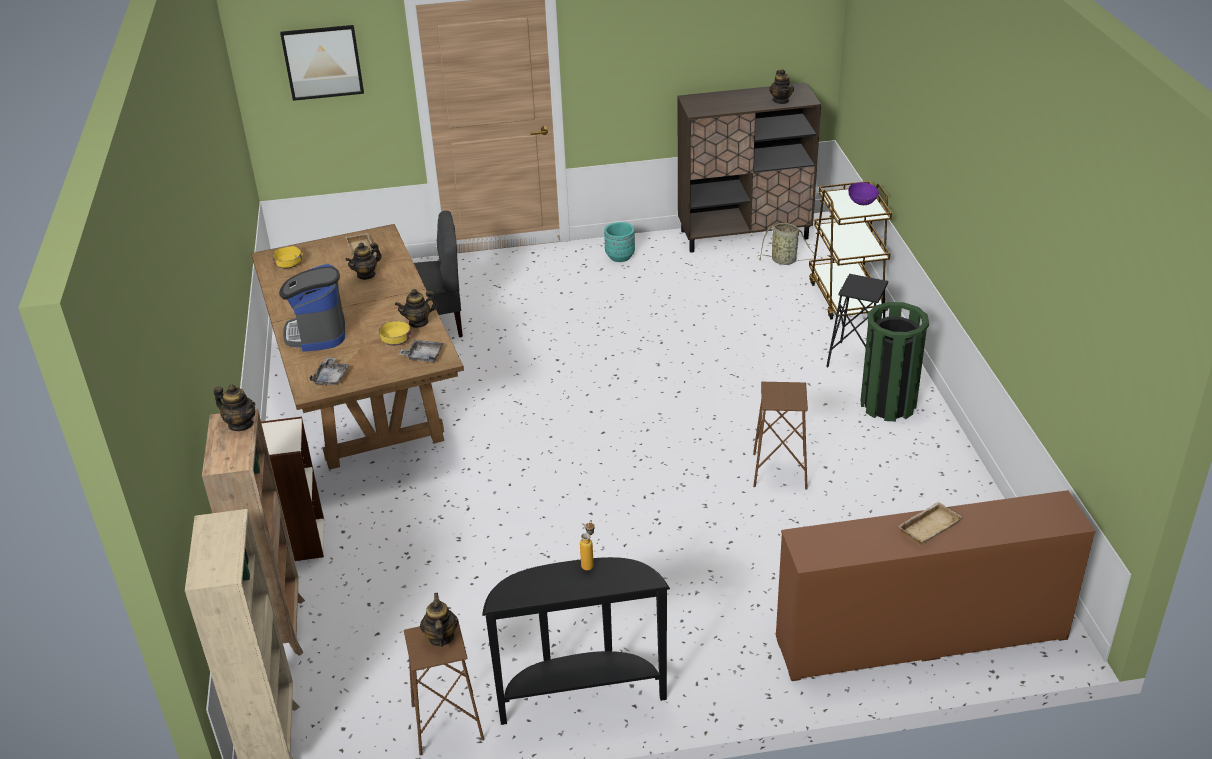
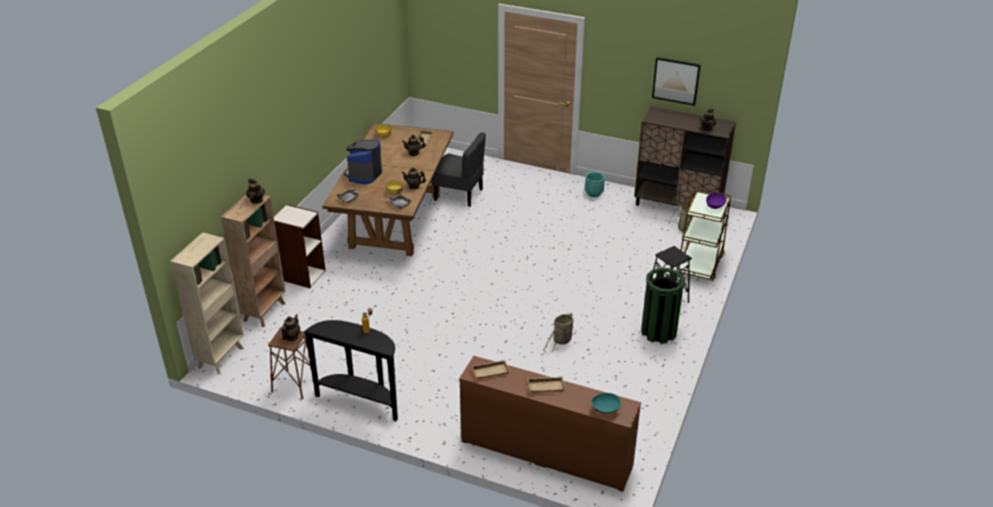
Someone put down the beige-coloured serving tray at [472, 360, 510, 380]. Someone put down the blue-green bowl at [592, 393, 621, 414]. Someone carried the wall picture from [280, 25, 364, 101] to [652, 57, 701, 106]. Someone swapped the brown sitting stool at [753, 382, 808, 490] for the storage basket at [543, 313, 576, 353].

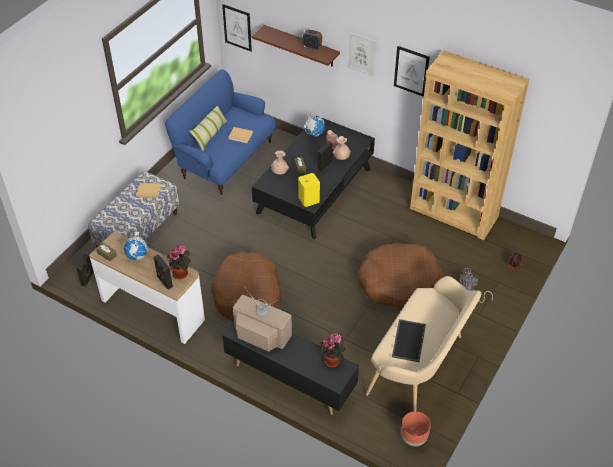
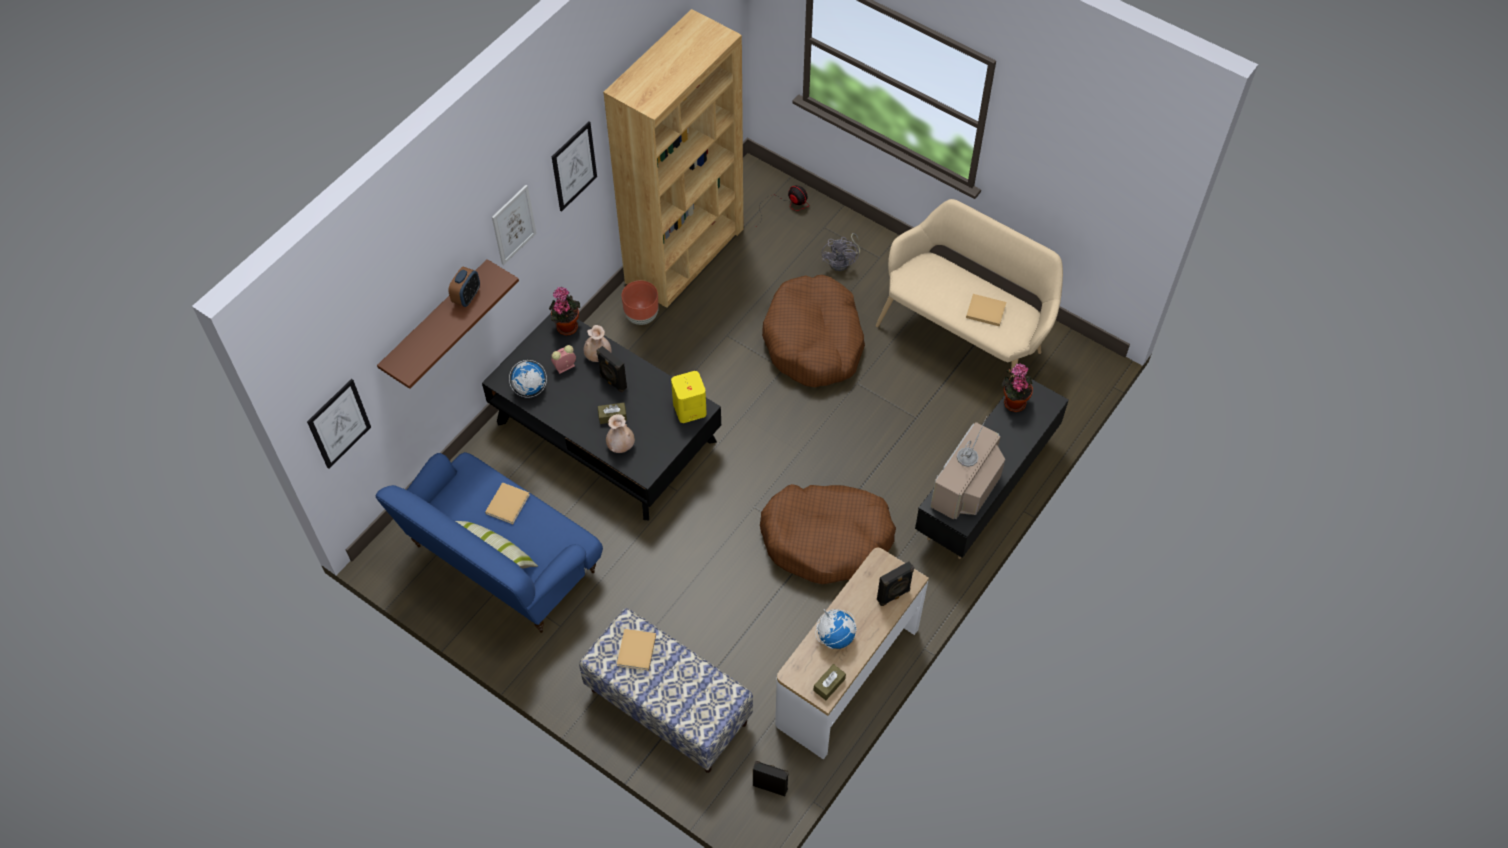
Someone carried the potted plant from [167, 245, 191, 279] to [549, 287, 580, 336]. Someone carried the brown flower pot from [401, 411, 431, 446] to [622, 280, 659, 325]. Someone swapped the serving tray at [392, 319, 426, 362] for the beige-coloured bound book at [966, 294, 1006, 327].

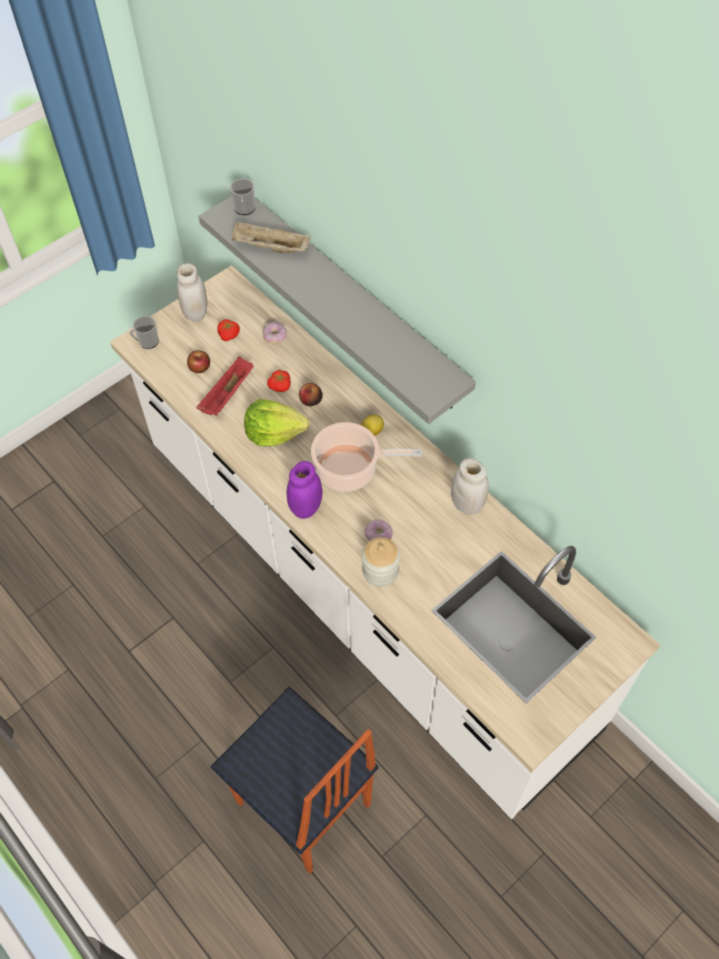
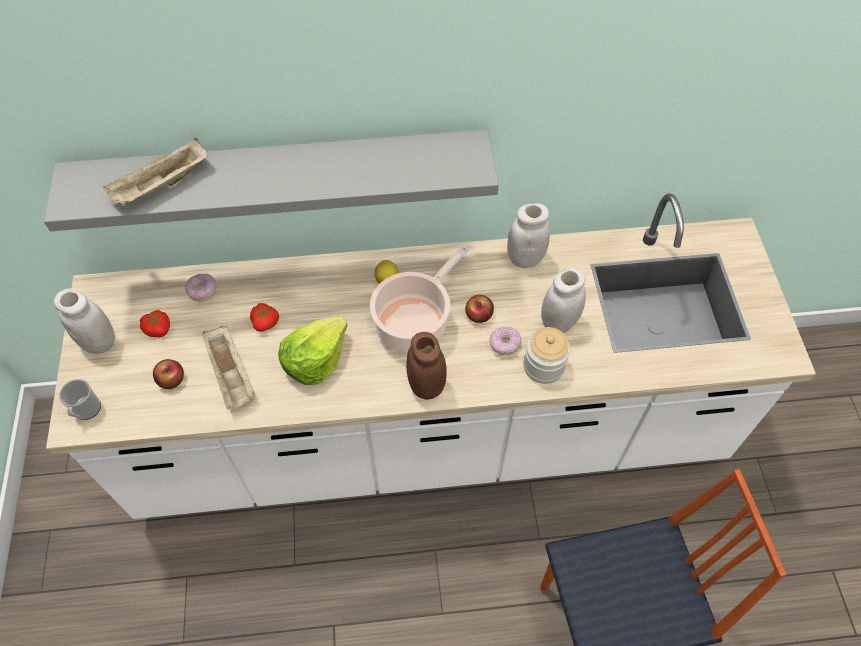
Someone took away the mug at [230, 178, 256, 215]. Someone put down the whitish jar at [541, 267, 586, 333]. Someone carried the whole apple from [299, 383, 323, 406] to [465, 295, 494, 323]. Someone repainted the red-coloured serving tray at [196, 357, 254, 416], which became the beige-coloured serving tray at [202, 326, 255, 410]. Someone repainted the purple jar at [287, 461, 322, 519], which became the brown jar at [406, 332, 447, 400].

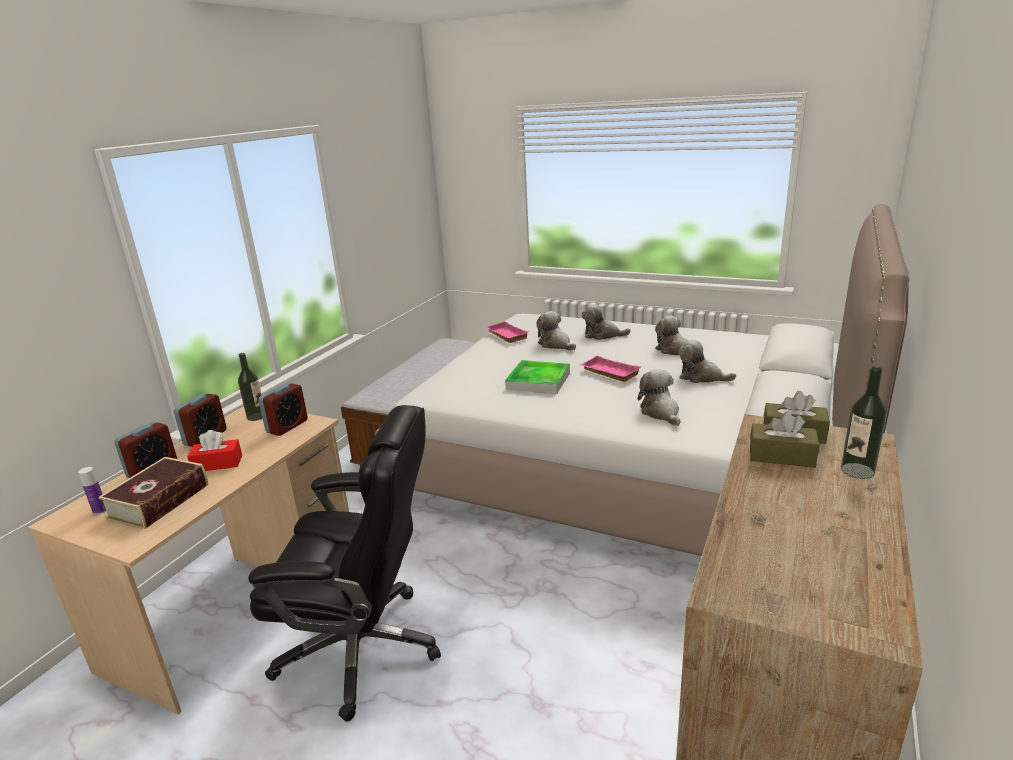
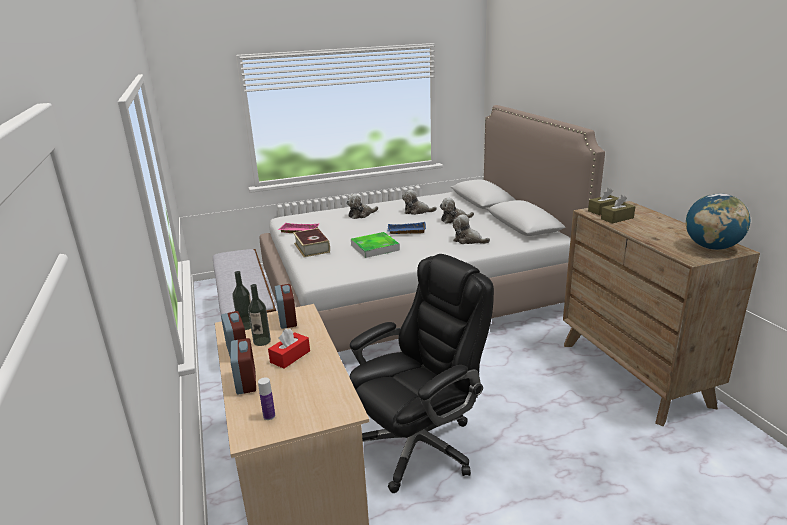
Someone took away the soft toy at [536, 311, 576, 351]. Someone put down the globe at [686, 193, 750, 250]. Someone carried the bound book from [98, 457, 208, 529] to [293, 228, 330, 257]. Someone carried the bottle from [841, 366, 887, 479] to [248, 284, 271, 346]. Someone repainted the pinkish serving tray at [580, 355, 642, 382], which became the blue serving tray at [388, 222, 426, 234].

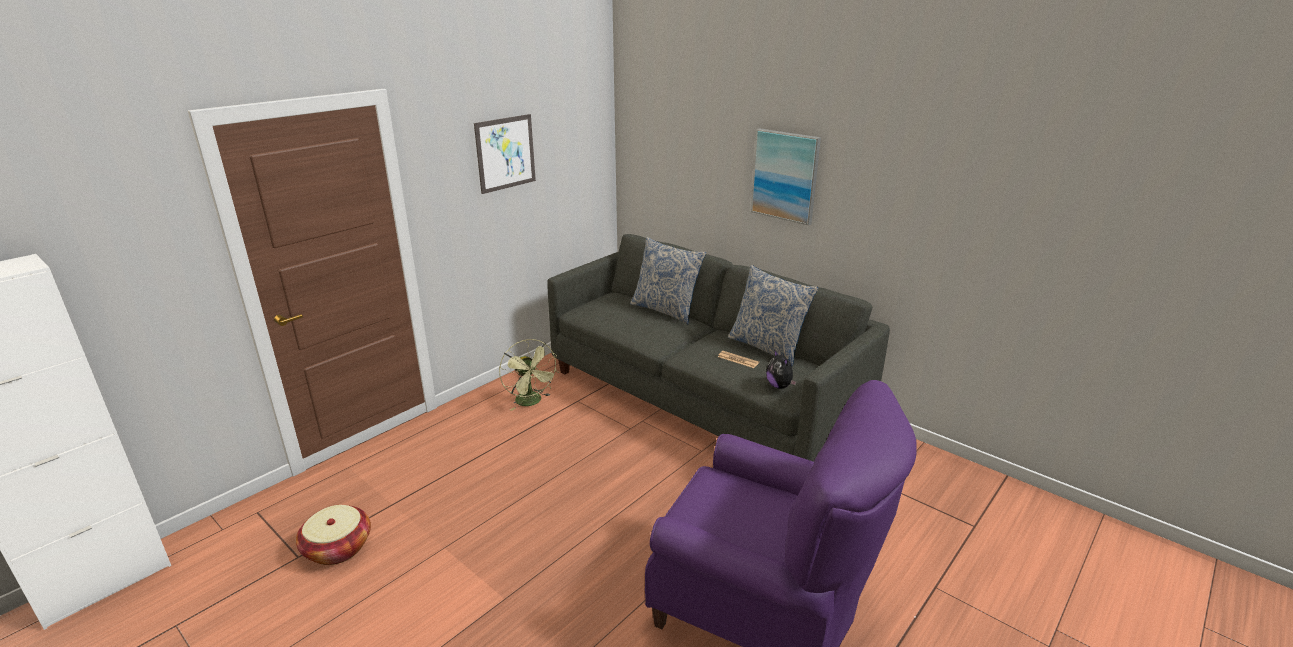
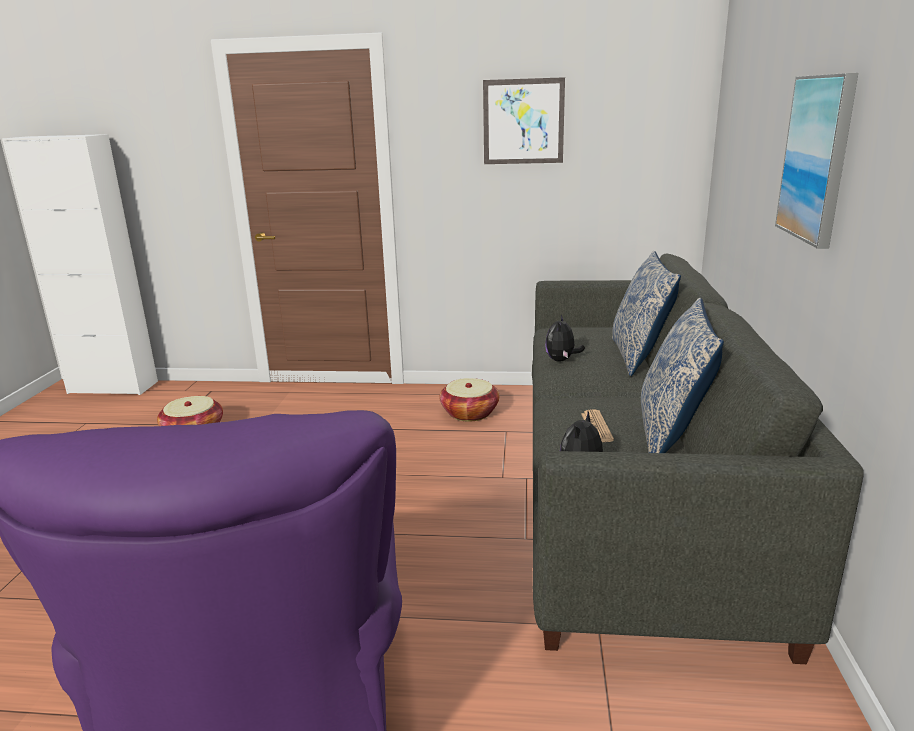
Someone put down the soft toy at [545, 315, 585, 362]. Someone swapped the green electric fan at [499, 339, 559, 411] for the storage basket at [439, 378, 499, 422].

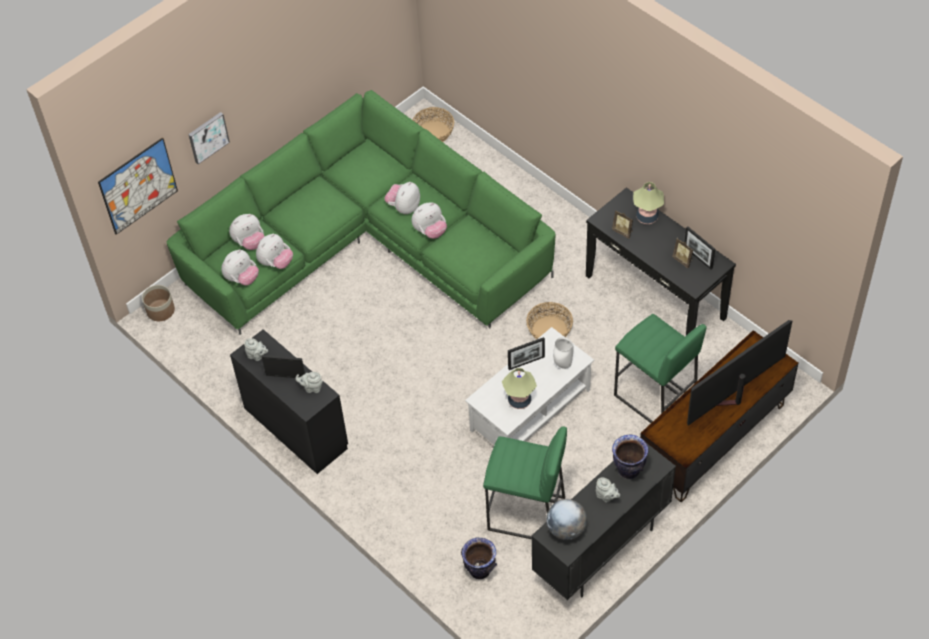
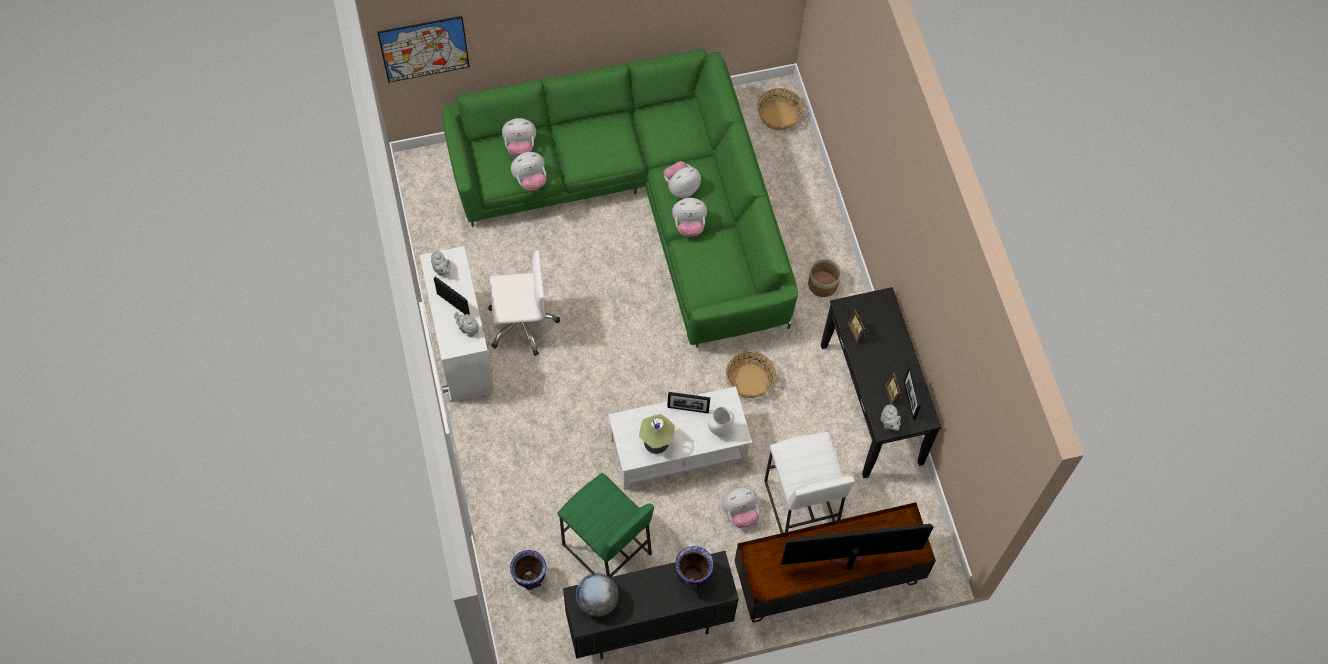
Someone took away the wall picture at [188, 112, 230, 164]. Someone took away the table lamp at [633, 182, 664, 224]. Someone put down the whitish computer chair at [488, 250, 560, 356]. Someone carried the flower pot from [142, 285, 175, 321] to [808, 259, 841, 297]. Someone carried the soft toy from [221, 249, 259, 285] to [722, 488, 759, 528]. Someone carried the gray tea pot from [596, 477, 620, 503] to [881, 405, 901, 431]. Someone repainted the blackish desk at [230, 329, 348, 474], which became the whitish desk at [420, 246, 494, 402]. Someone repainted the green sitting stool at [614, 314, 707, 423], which became the whitish sitting stool at [764, 432, 855, 533].

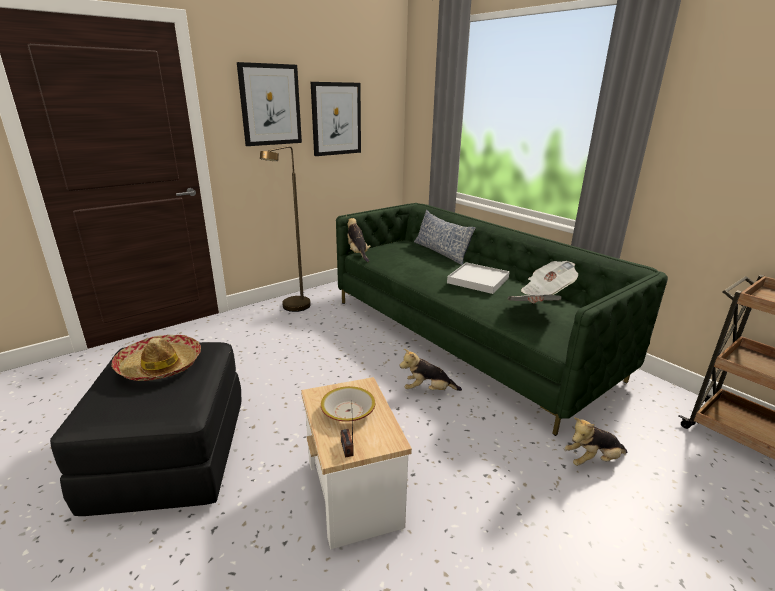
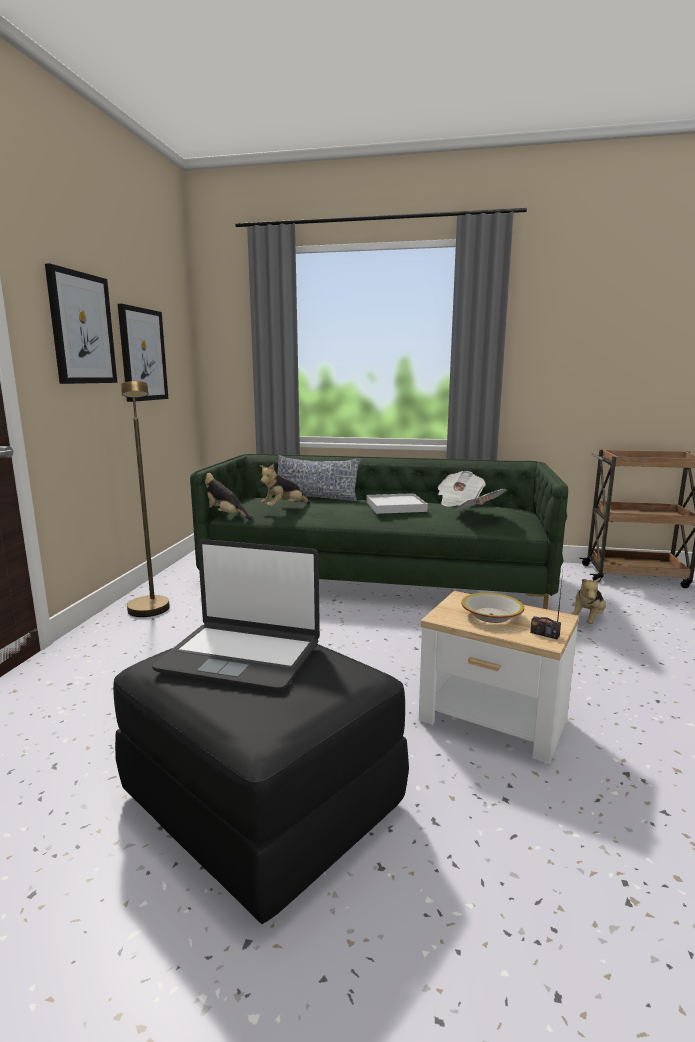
Someone carried the soft toy from [399, 349, 462, 391] to [259, 464, 310, 507]. Someone swapped the clothing hat at [111, 335, 201, 381] for the notebook computer at [152, 539, 320, 691].

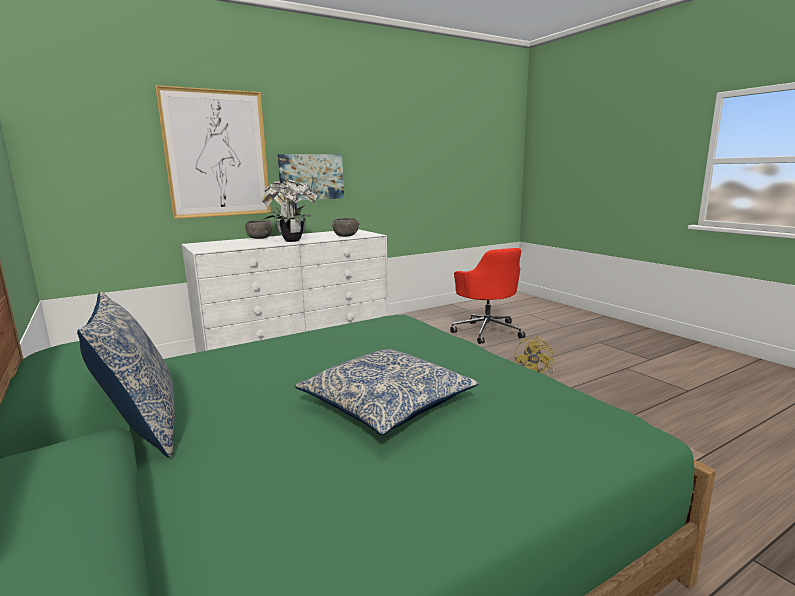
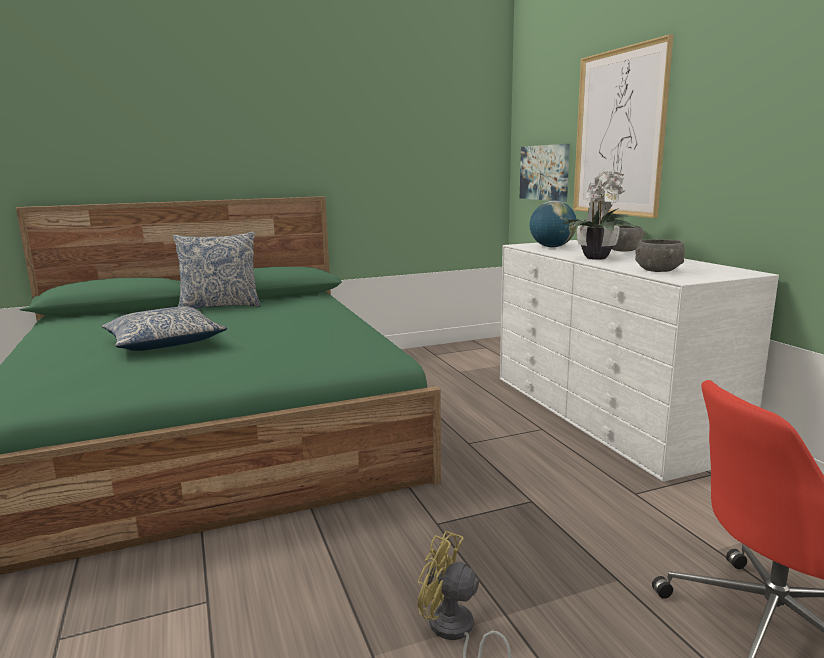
Someone put down the globe at [530, 201, 577, 247]. Someone carried the wall picture from [278, 154, 344, 200] to [520, 144, 570, 202].

